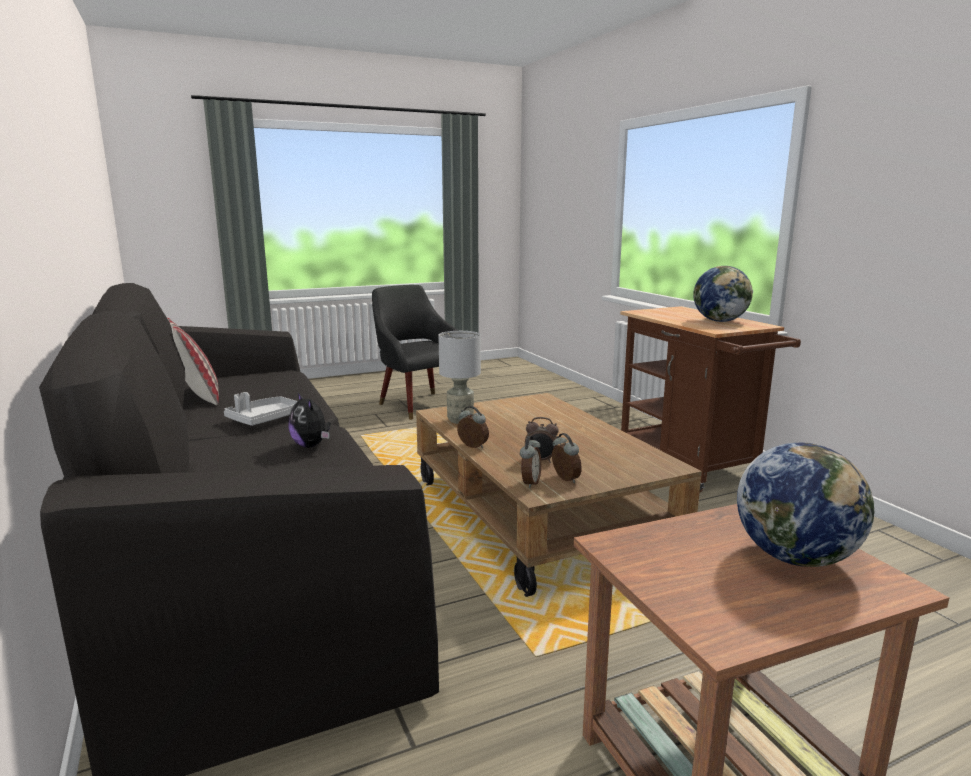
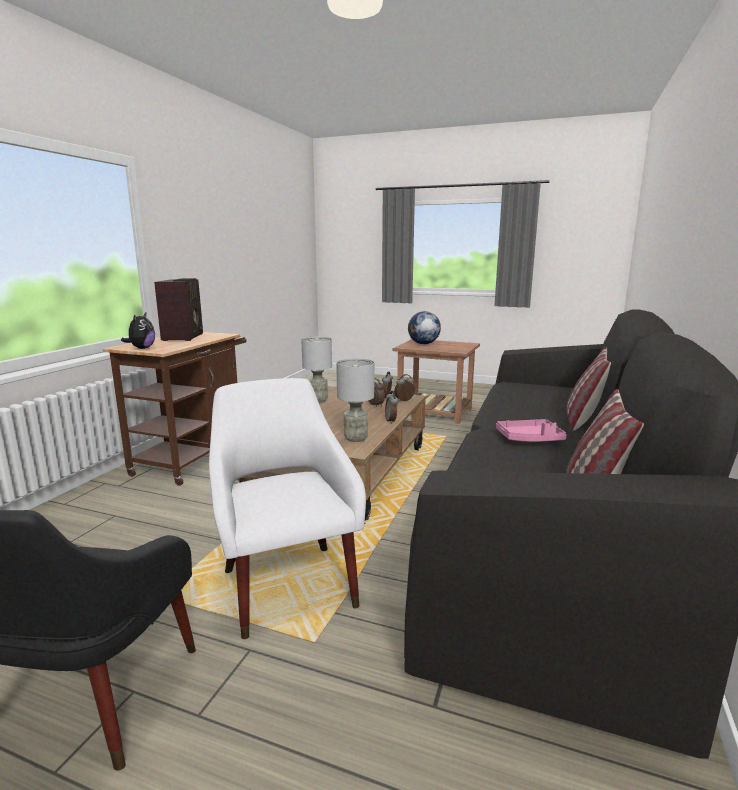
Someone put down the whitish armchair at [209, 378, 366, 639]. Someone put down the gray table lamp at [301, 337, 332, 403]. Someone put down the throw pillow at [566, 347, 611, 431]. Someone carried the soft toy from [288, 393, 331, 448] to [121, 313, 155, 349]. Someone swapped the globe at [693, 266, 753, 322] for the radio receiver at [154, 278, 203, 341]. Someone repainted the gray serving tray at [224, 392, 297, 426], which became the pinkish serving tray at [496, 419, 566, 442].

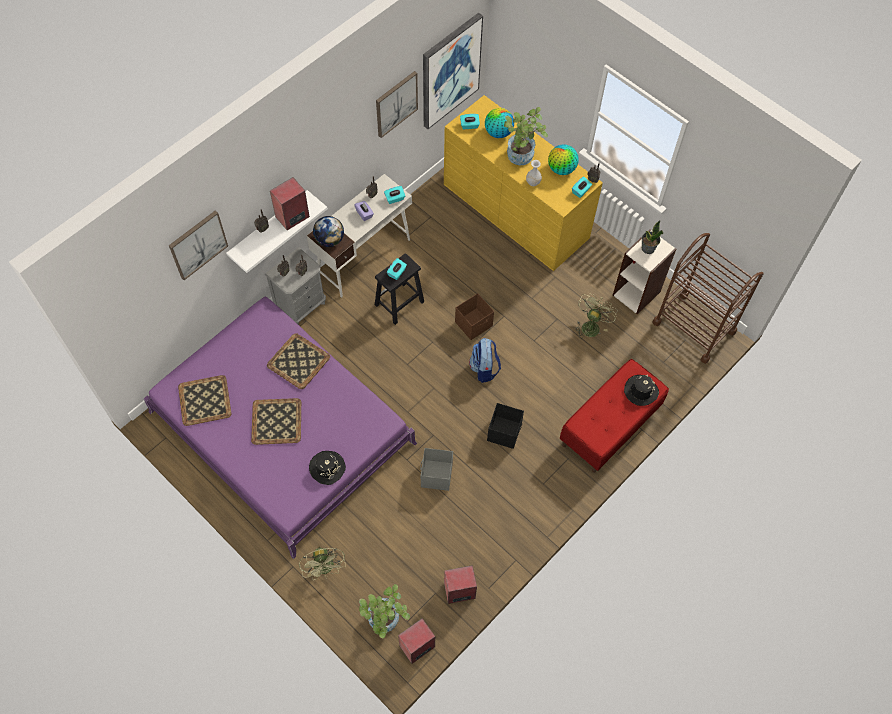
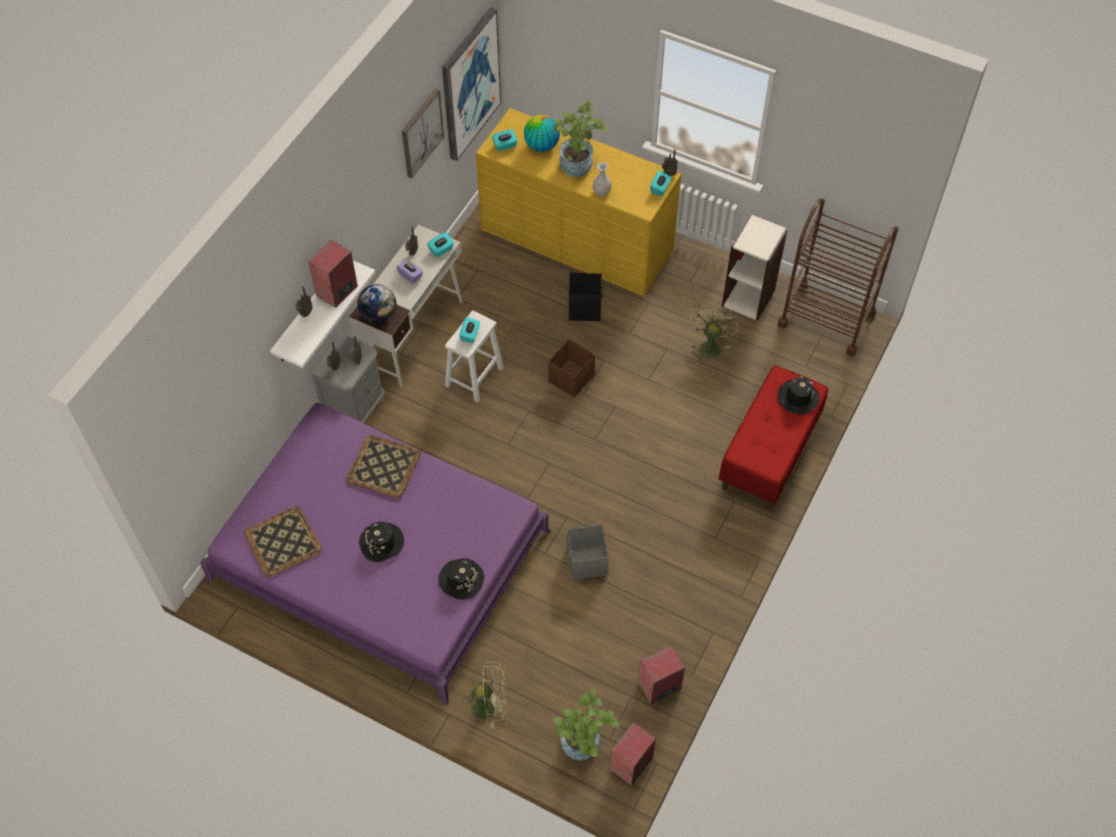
Someone took away the wall picture at [169, 210, 228, 280]. Someone took away the knapsack at [469, 338, 501, 383]. Someone took away the globe at [548, 144, 579, 175]. Someone took away the potted plant at [642, 220, 663, 254]. Someone carried the blackish storage container from [487, 403, 524, 449] to [569, 273, 603, 321]. Someone swapped the serving tray at [251, 398, 301, 445] for the blackish clothing hat at [359, 522, 404, 562]. Someone repainted the blackish sitting stool at [375, 253, 424, 325], which became the whitish sitting stool at [445, 311, 504, 403]. Someone rotated the green electric fan at [299, 547, 346, 580] by 60 degrees counterclockwise.

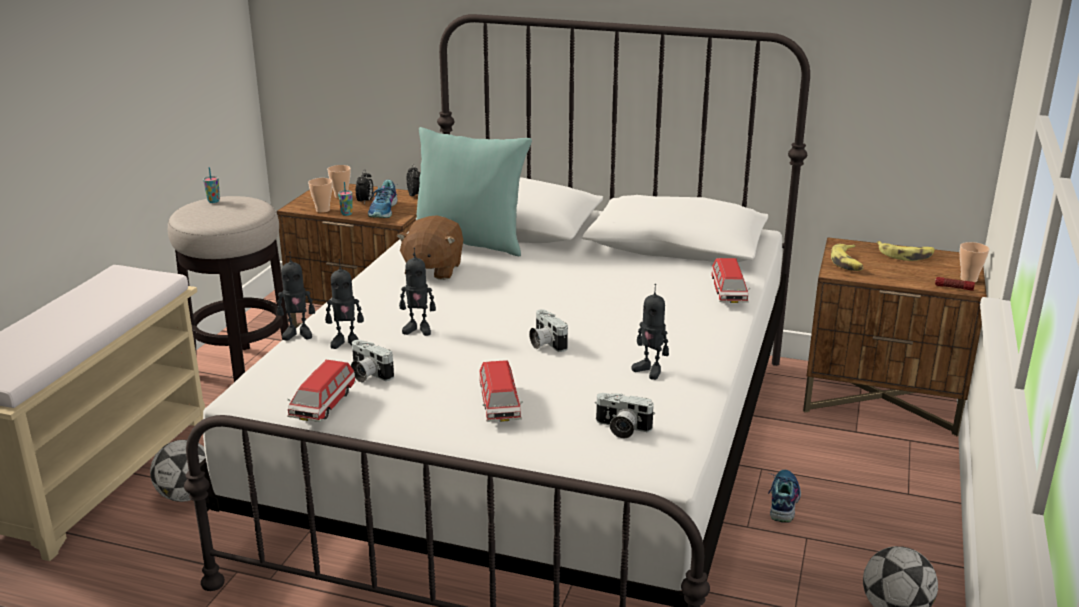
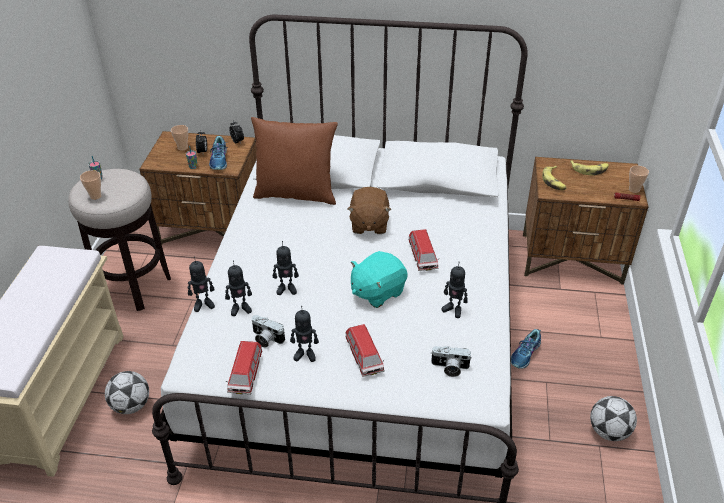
Someone put down the toy robot at [290, 306, 319, 362]. Someone carried the cup from [308, 178, 332, 213] to [80, 170, 102, 200]. Someone carried the brown soft toy from [396, 215, 463, 280] to [347, 187, 391, 234]. Someone carried the model car from [711, 258, 750, 303] to [409, 229, 439, 271]. Someone swapped the photo camera at [529, 309, 568, 352] for the blue-green soft toy at [351, 251, 408, 308]. Someone repainted the blue-green throw pillow at [417, 127, 532, 256], which became the brown throw pillow at [251, 117, 338, 205]. Someone rotated the low shoe at [768, 470, 801, 523] by 150 degrees counterclockwise.

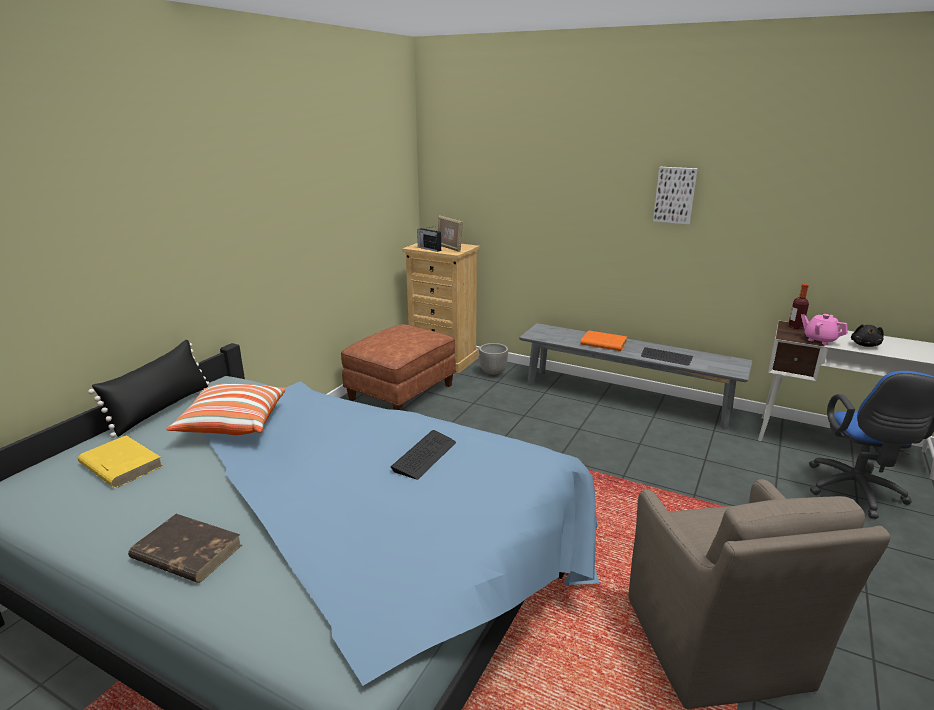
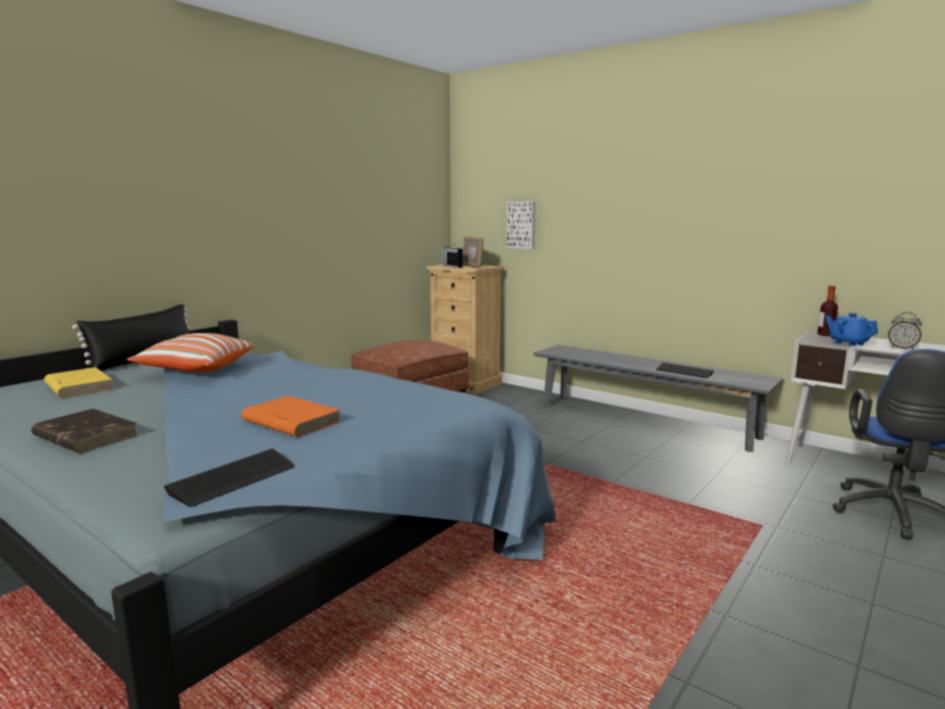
Someone took away the flower pot at [479, 343, 508, 376]. Someone took away the brown armchair at [629, 479, 890, 709]. Someone carried the PC keyboard from [391, 430, 456, 479] to [164, 448, 295, 507]. Someone carried the orange bound book from [580, 330, 627, 351] to [241, 396, 341, 437]. Someone carried the wall picture from [653, 167, 698, 225] to [507, 201, 535, 249]. Someone swapped the blackish soft toy at [851, 324, 884, 347] for the table clock at [888, 312, 922, 350]. Someone repainted the pinkish tea pot at [801, 314, 848, 345], which became the blue tea pot at [826, 313, 878, 347].

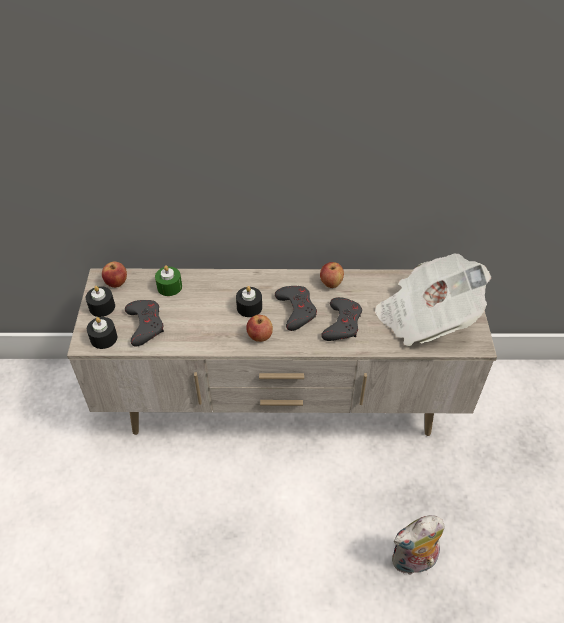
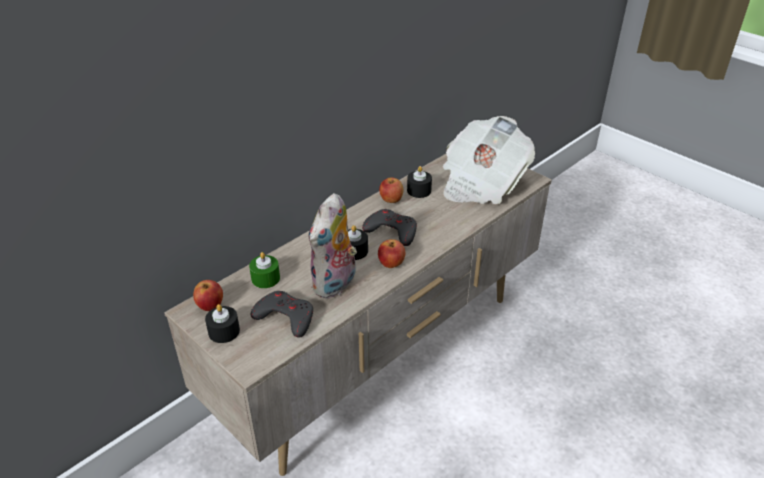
Someone took away the gray gamepad at [321, 297, 362, 341]. Someone carried the blackish candle from [87, 317, 117, 349] to [407, 166, 432, 198]. Someone carried the soft toy from [392, 515, 445, 575] to [309, 193, 357, 299].

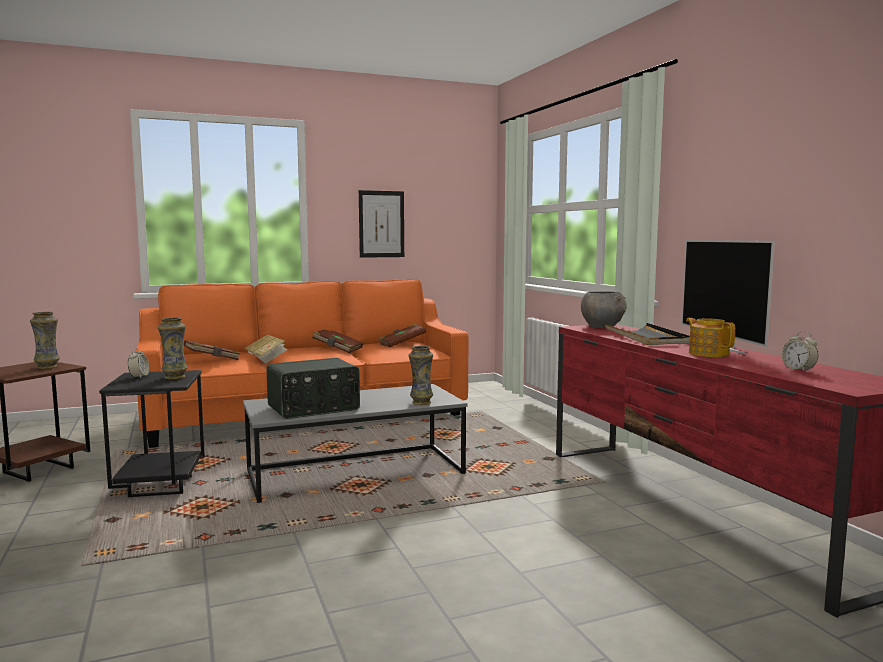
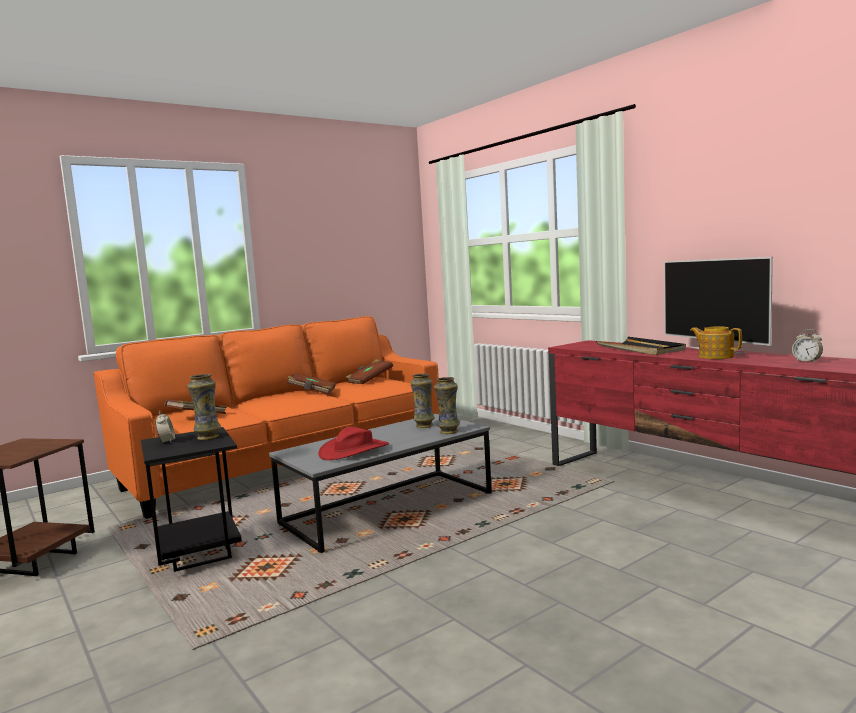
Someone took away the bound book at [244, 335, 287, 364]. Someone took away the wall picture at [359, 190, 404, 258]. Someone took away the gray bowl at [581, 291, 627, 327]. Someone carried the vase from [30, 312, 60, 369] to [410, 373, 435, 428]. Someone swapped the radio receiver at [267, 358, 360, 419] for the red-coloured clothing hat at [318, 427, 389, 460].

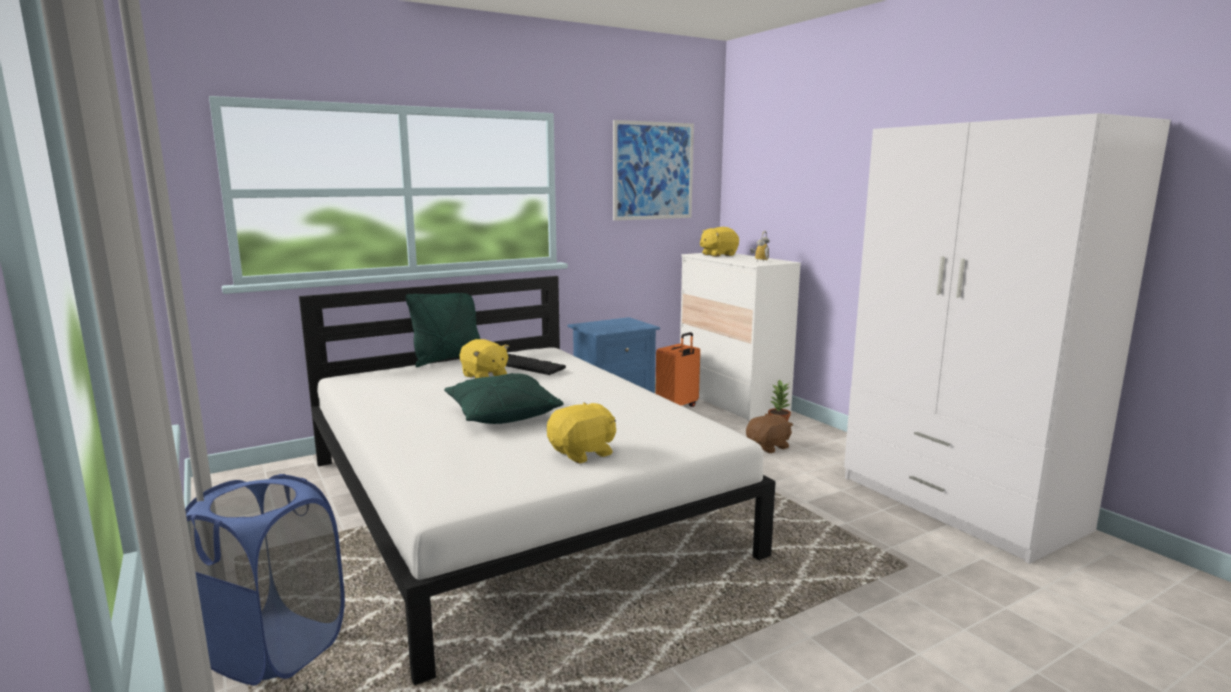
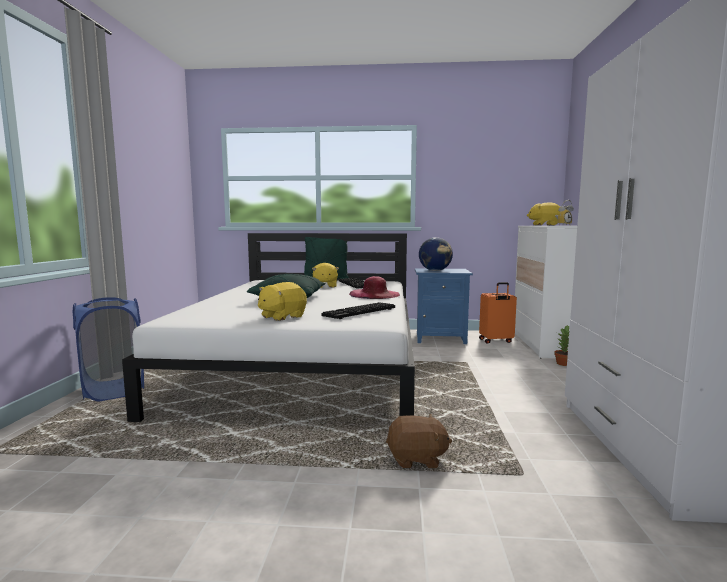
Someone took away the wall picture at [613, 120, 694, 221]. Someone put down the PC keyboard at [322, 302, 395, 319]. Someone put down the pinkish clothing hat at [349, 276, 400, 299]. Someone put down the globe at [419, 237, 453, 271]. Someone carried the brown soft toy from [746, 414, 793, 453] to [386, 414, 452, 468]. Someone rotated the yellowish soft toy at [547, 403, 616, 463] by 135 degrees clockwise.

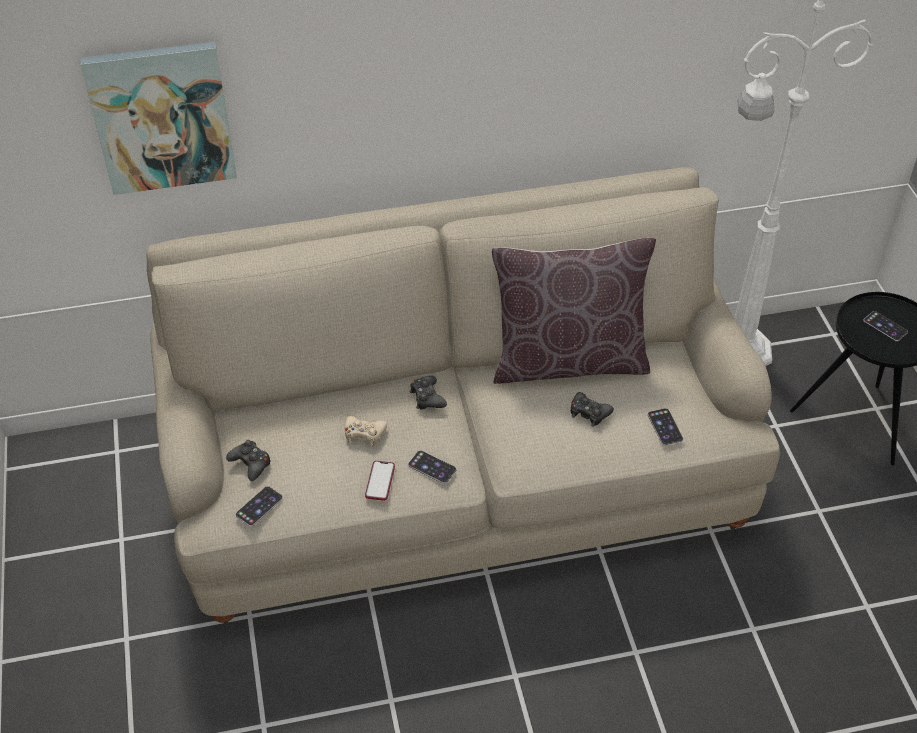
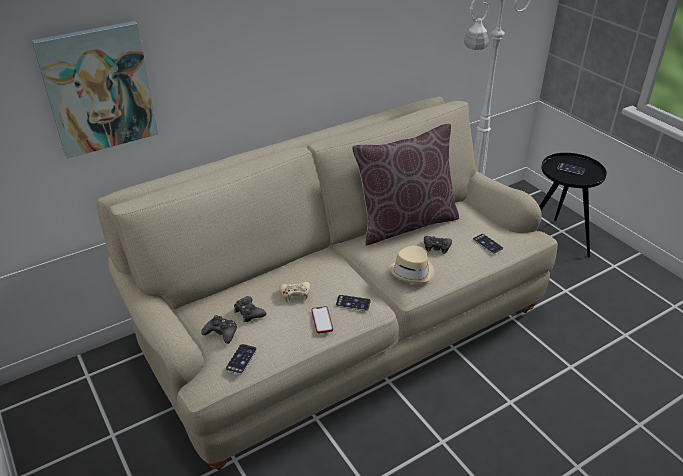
Someone put down the beige-coloured clothing hat at [389, 246, 434, 284]. Someone carried the blackish gamepad from [410, 376, 447, 410] to [234, 296, 267, 322].

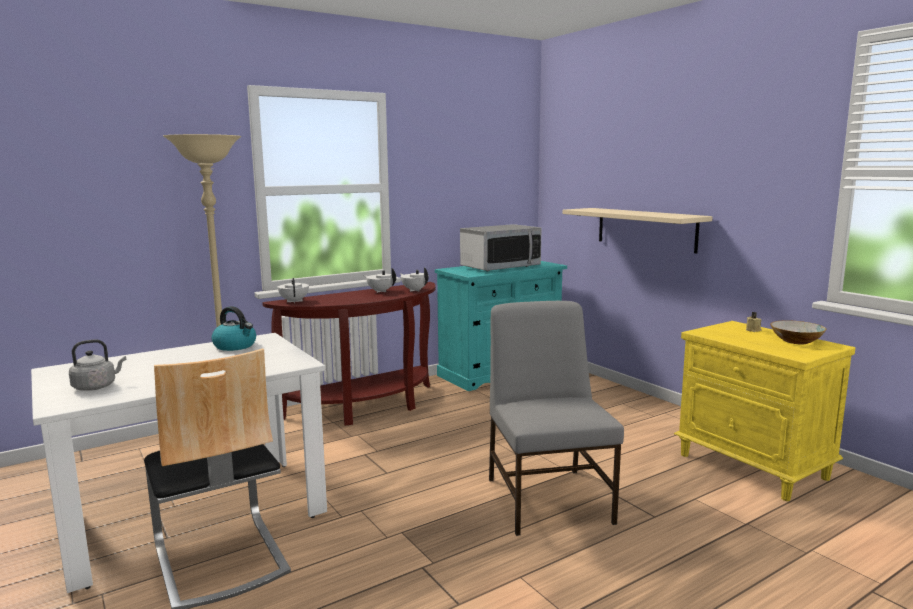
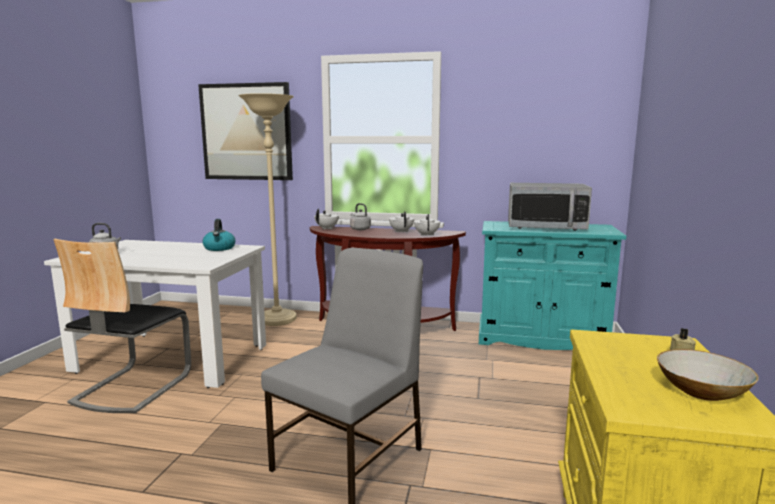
Someone took away the beige-coloured shelf at [563, 208, 712, 254]. Someone put up the wall picture at [198, 82, 293, 180]. Someone put down the gray kettle at [350, 203, 371, 230].

